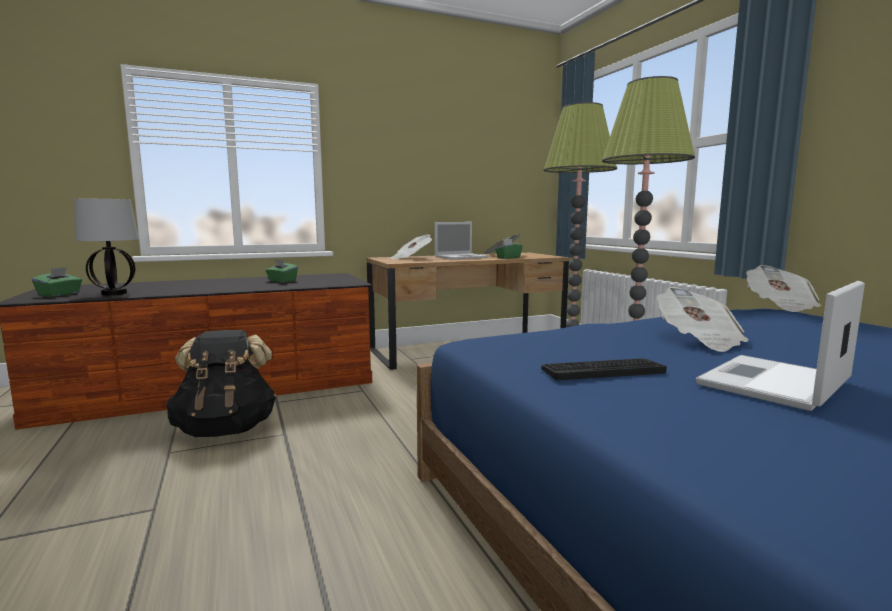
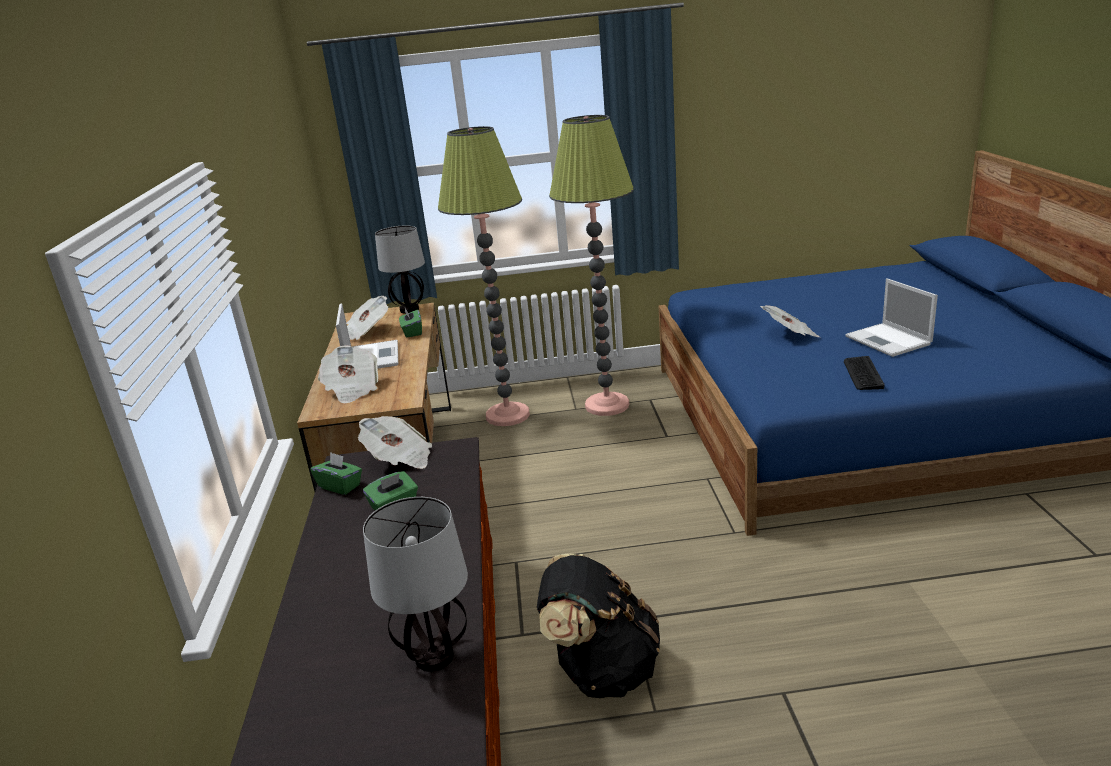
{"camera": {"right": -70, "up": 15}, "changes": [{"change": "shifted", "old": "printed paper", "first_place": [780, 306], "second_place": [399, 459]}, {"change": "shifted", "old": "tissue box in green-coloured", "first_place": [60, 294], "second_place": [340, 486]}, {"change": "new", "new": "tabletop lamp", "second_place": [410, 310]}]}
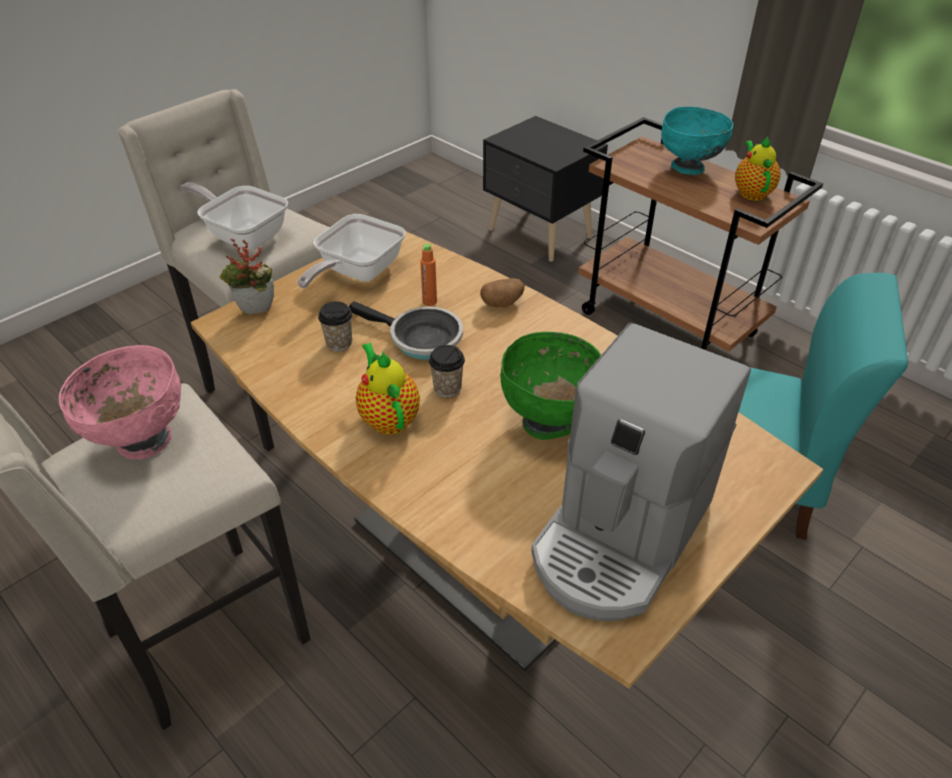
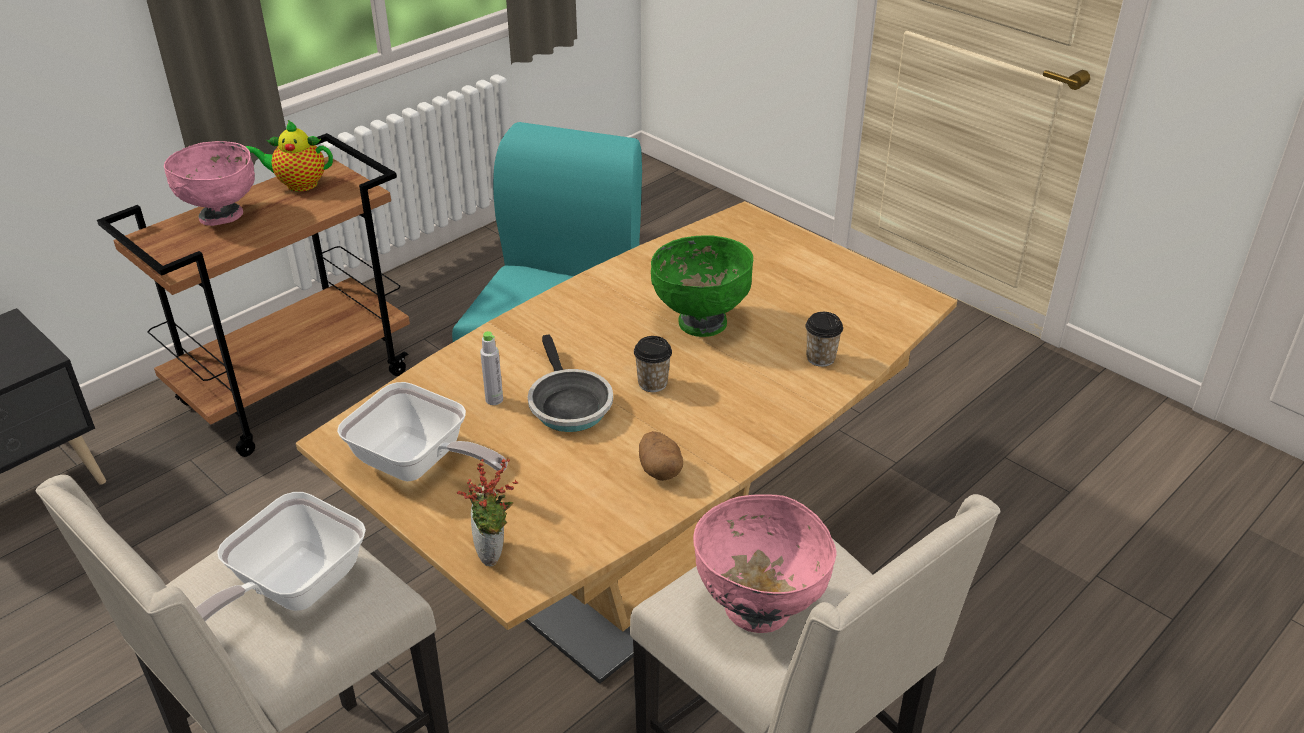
{"camera": {"right": -90, "up": -5}, "changes": [{"change": "repainted", "old": "serving bowl in blue-green", "new": "serving bowl in pink", "first_place": [688, 168], "second_place": [222, 216]}, {"change": "repainted", "old": "beverage bottle in orange", "new": "beverage bottle in greyish", "first_place": [429, 301], "second_place": [494, 399]}, {"change": "shifted", "old": "spud", "first_place": [502, 303], "second_place": [660, 470]}, {"change": "shifted", "old": "small cup", "first_place": [339, 343], "second_place": [820, 358]}, {"change": "rotated", "old": "skillet", "first_place": [420, 339], "second_place": [568, 404], "degrees": 135}, {"change": "gone", "old": "coffee brewer", "first_place": [620, 536]}, {"change": "gone", "old": "teapot", "first_place": [388, 417]}]}
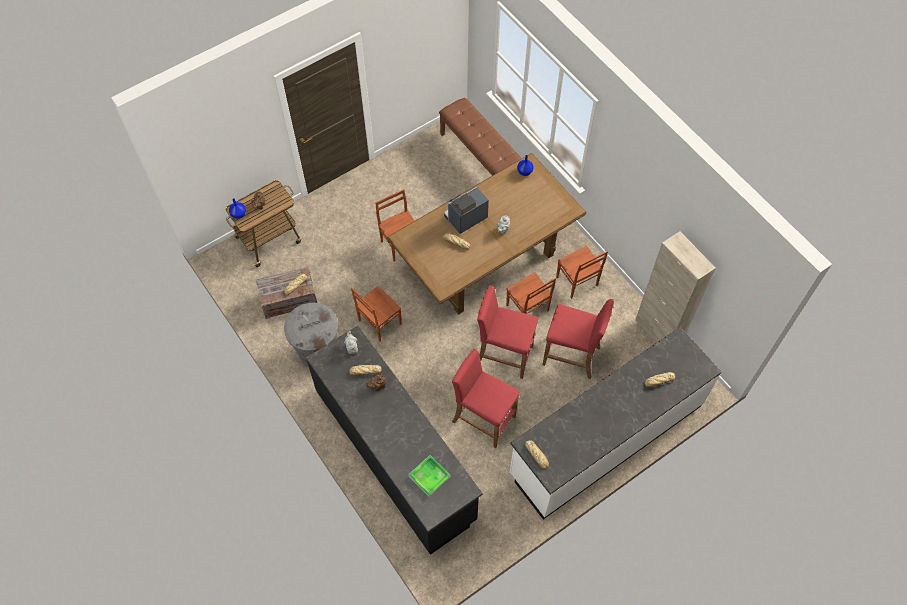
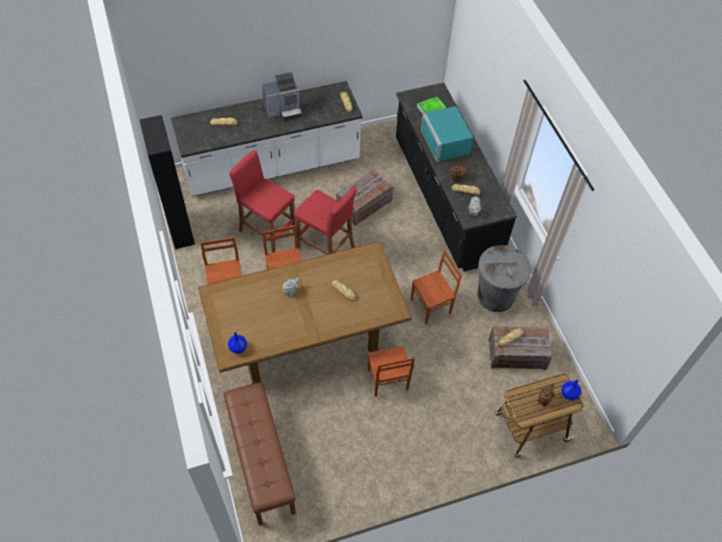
{"camera": {"right": -165, "up": -5}, "changes": [{"change": "shifted", "old": "coffee brewer", "first_place": [465, 218], "second_place": [284, 110]}, {"change": "repainted", "old": "cupboard in beige", "new": "cupboard in black", "first_place": [658, 331], "second_place": [181, 229]}, {"change": "swapped", "old": "stool in red", "new": "crate", "first_place": [483, 419], "second_place": [364, 205]}, {"change": "new", "new": "microwave in blue-green", "second_place": [448, 142]}]}
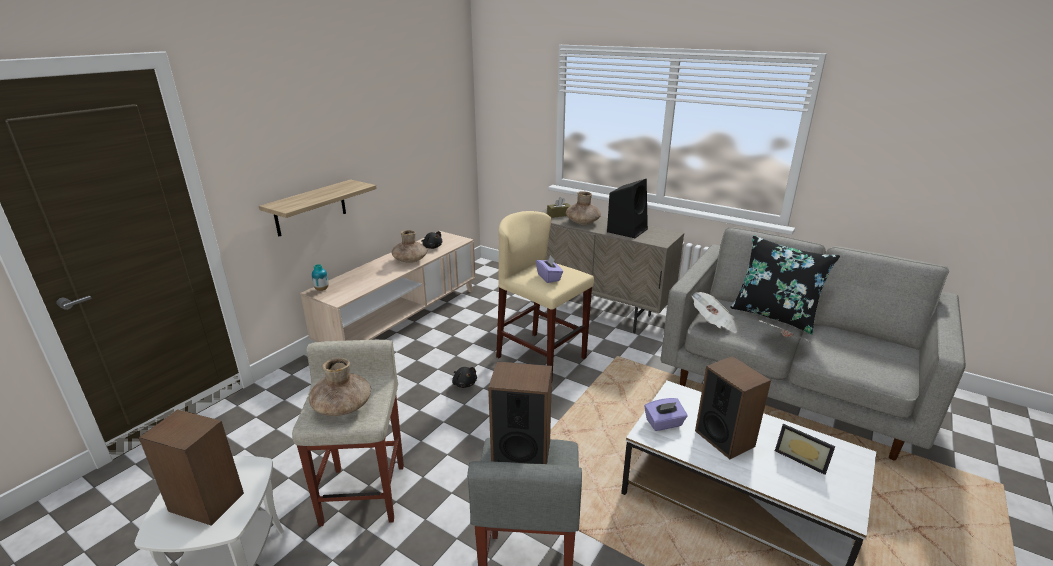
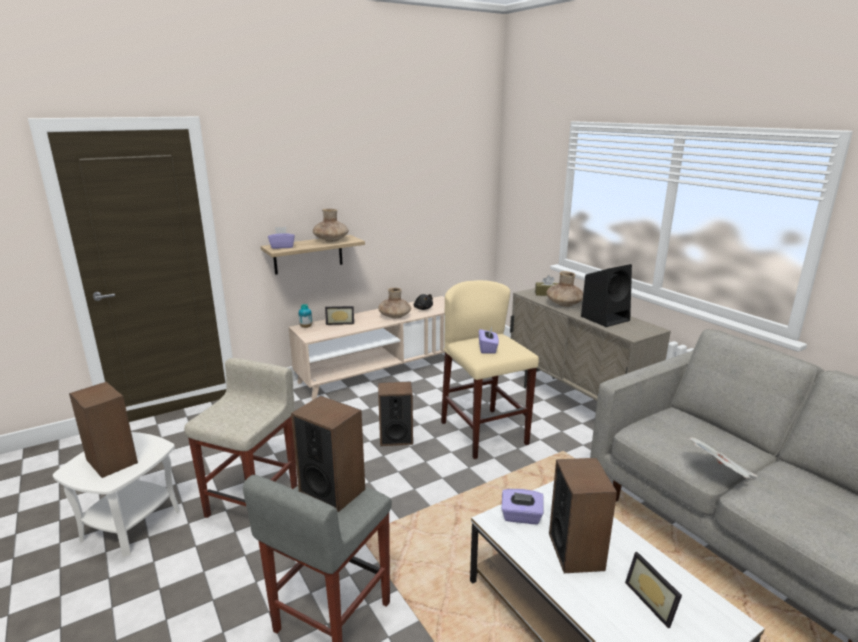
{"camera": {"right": 25, "up": -5}, "changes": [{"change": "gone", "old": "throw pillow in black", "first_place": [774, 315]}, {"change": "gone", "old": "printed paper", "first_place": [713, 323]}, {"change": "shifted", "old": "flower vase in brown-coloured", "first_place": [342, 407], "second_place": [331, 240]}, {"change": "swapped", "old": "plush toy in black", "new": "audio speaker", "first_place": [464, 383], "second_place": [396, 438]}, {"change": "new", "new": "tissue box in purplish", "second_place": [282, 247]}, {"change": "new", "new": "photo frame", "second_place": [340, 323]}]}
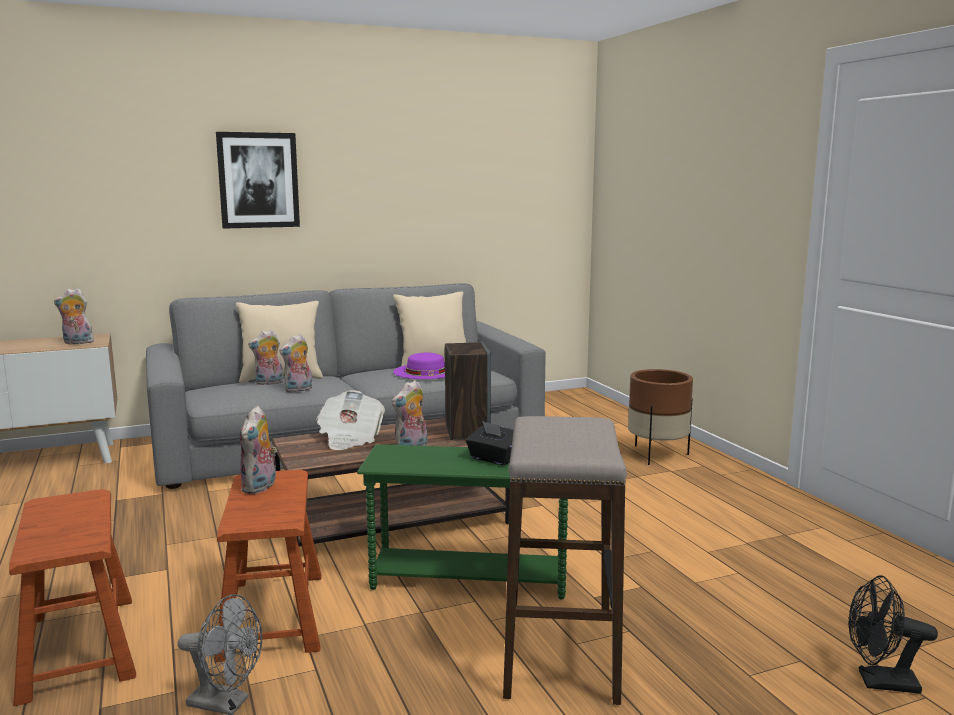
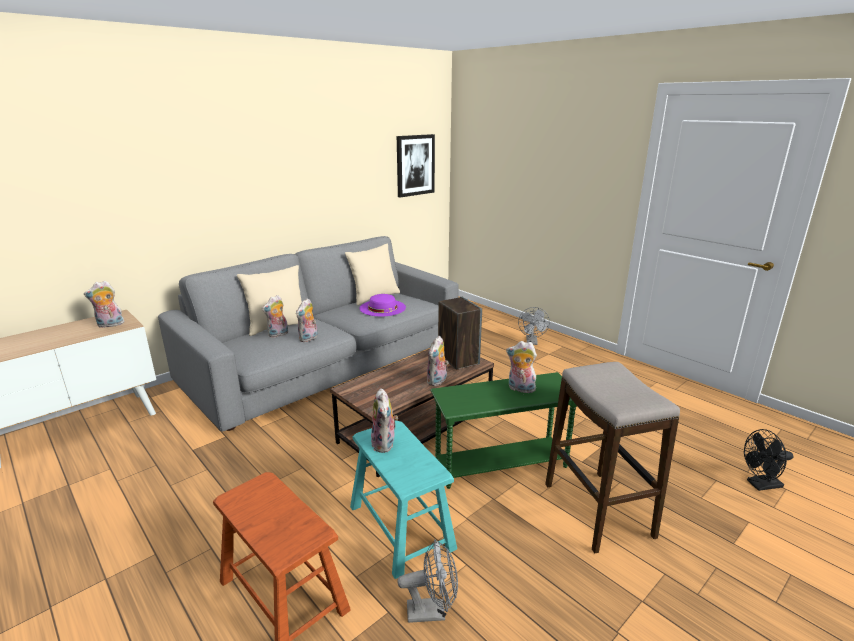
{"camera": {"right": -20, "up": 10}, "changes": [{"change": "shifted", "old": "picture", "first_place": [258, 180], "second_place": [415, 165]}, {"change": "swapped", "old": "planter in brown-coloured", "new": "fan in greyish", "first_place": [657, 455], "second_place": [532, 342]}, {"change": "gone", "old": "printed paper", "first_place": [350, 438]}, {"change": "swapped", "old": "tissue box in black", "new": "plush toy", "first_place": [493, 459], "second_place": [520, 389]}, {"change": "repainted", "old": "stool in brown-coloured", "new": "stool in blue-green", "first_place": [273, 615], "second_place": [401, 527]}]}
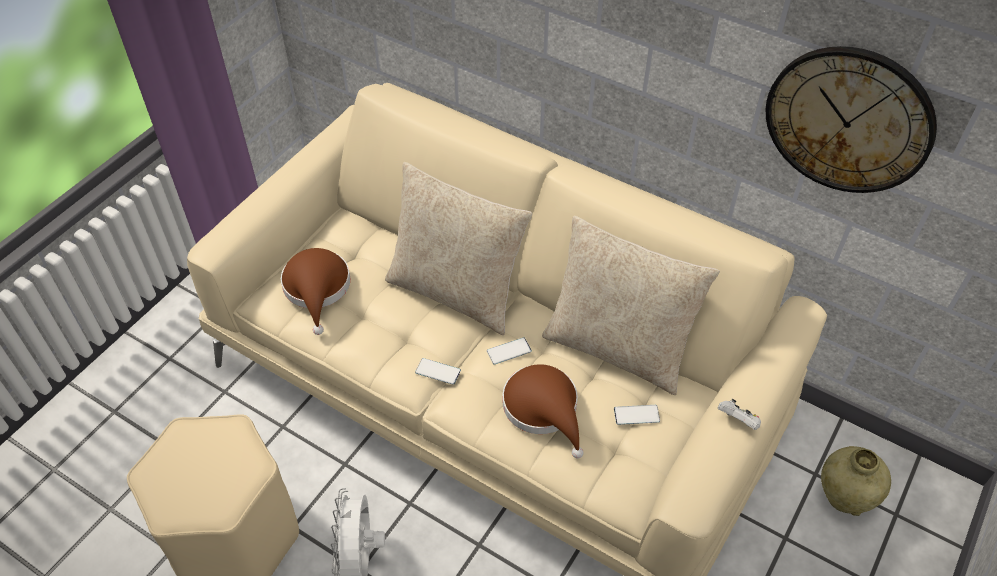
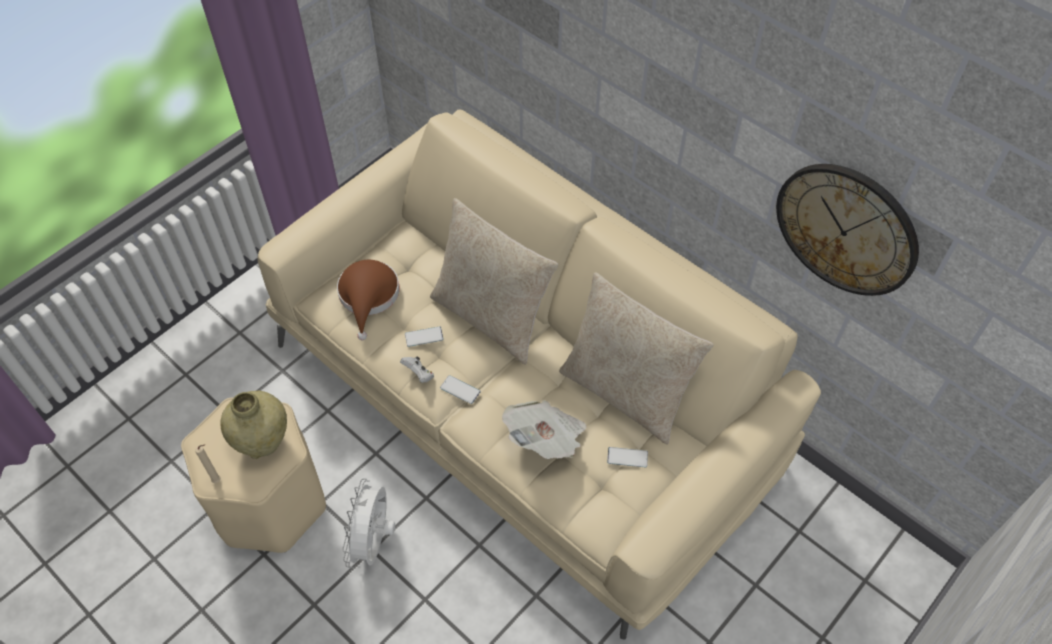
{"camera": {"right": 10, "up": 5}, "changes": [{"change": "shifted", "old": "phone", "first_place": [509, 351], "second_place": [424, 337]}, {"change": "swapped", "old": "hat in brown-coloured", "new": "printed paper", "first_place": [544, 409], "second_place": [546, 439]}, {"change": "shifted", "old": "gamepad in whitish", "first_place": [738, 421], "second_place": [419, 374]}, {"change": "shifted", "old": "flower vase in beige", "first_place": [844, 498], "second_place": [263, 441]}, {"change": "new", "new": "candle in beige", "second_place": [218, 480]}]}
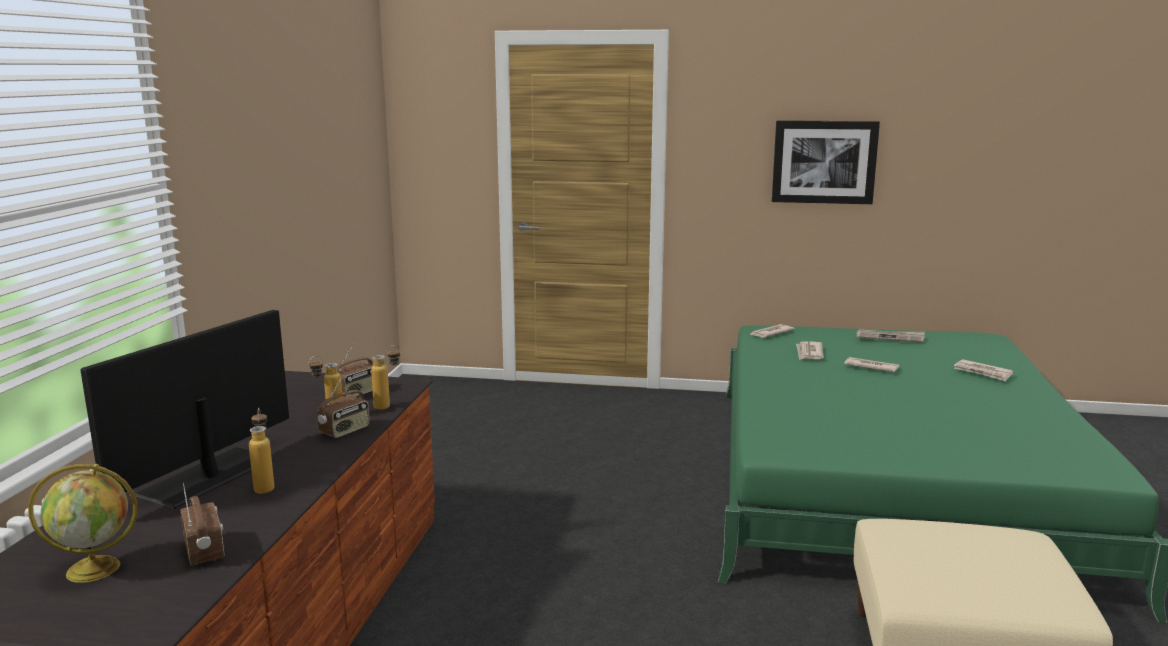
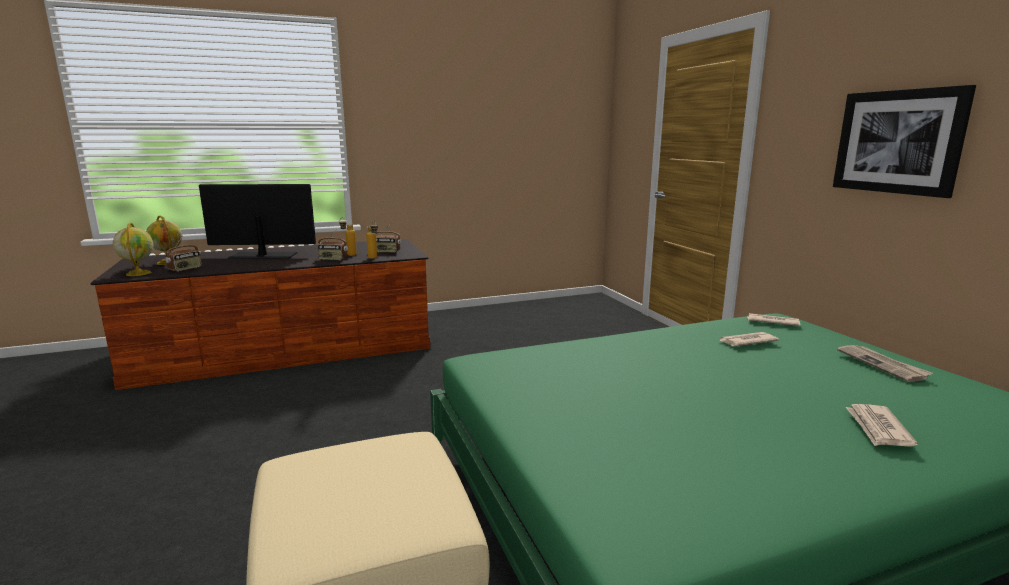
{"camera": {"right": 60, "up": 0}, "changes": [{"change": "gone", "old": "printed paper", "first_place": [870, 367]}, {"change": "gone", "old": "beverage bottle", "first_place": [265, 486]}, {"change": "new", "new": "globe", "second_place": [138, 273]}]}
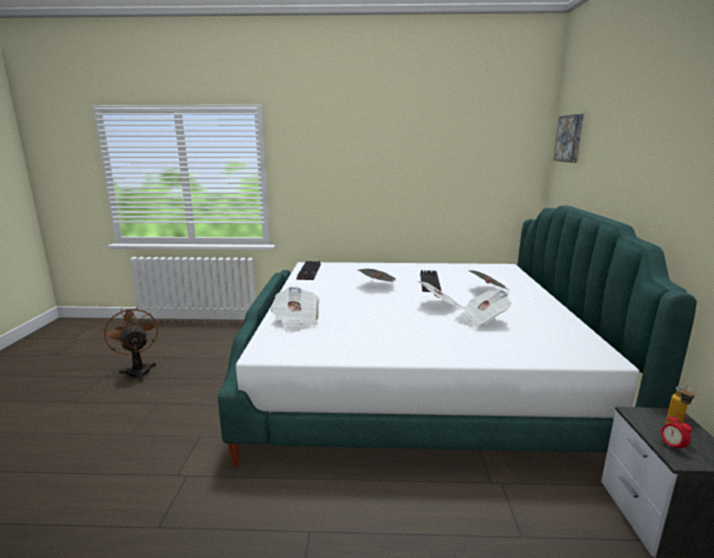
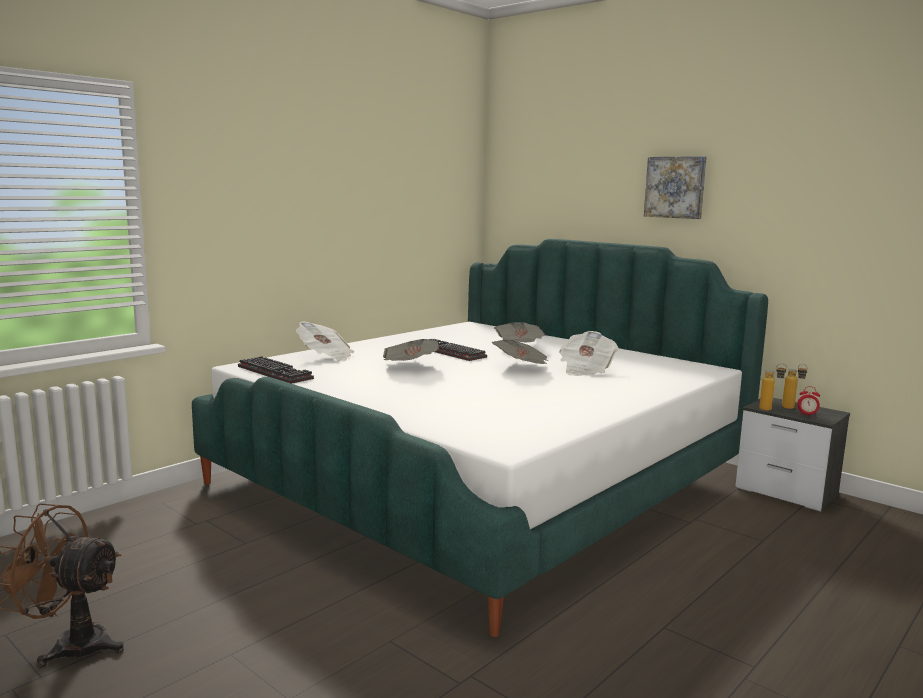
{"camera": {"right": -50, "up": -5}, "changes": [{"change": "shifted", "old": "picture", "first_place": [570, 138], "second_place": [675, 187]}, {"change": "shifted", "old": "printed paper", "first_place": [296, 322], "second_place": [325, 356]}, {"change": "new", "new": "beverage bottle", "second_place": [770, 409]}]}
